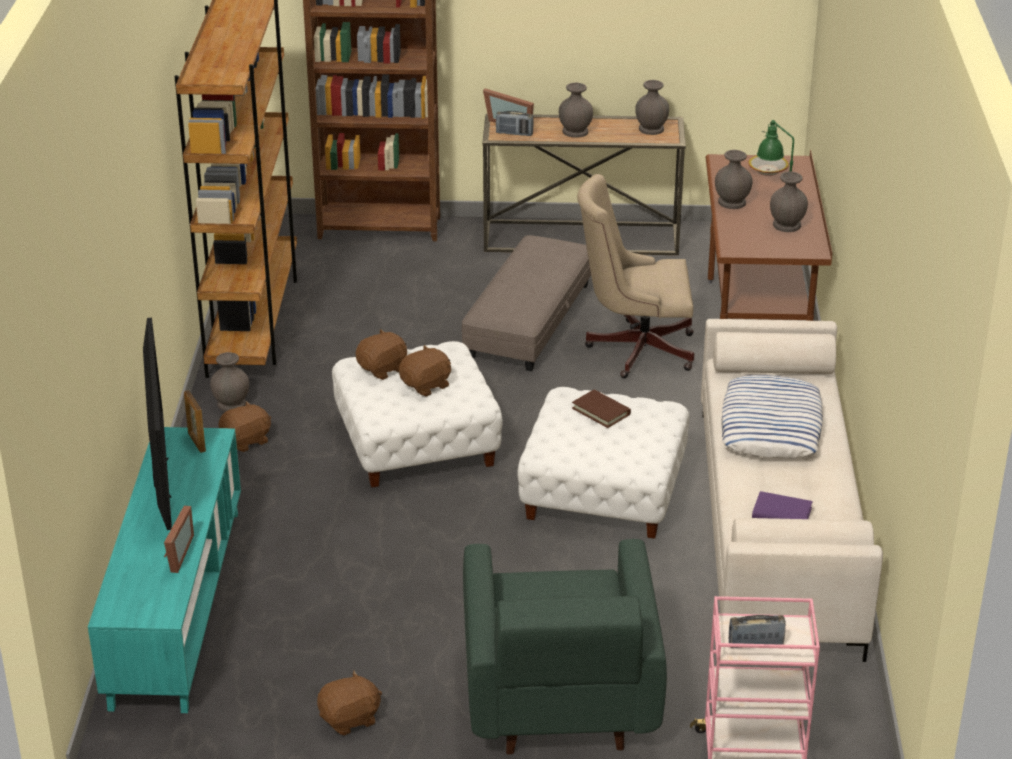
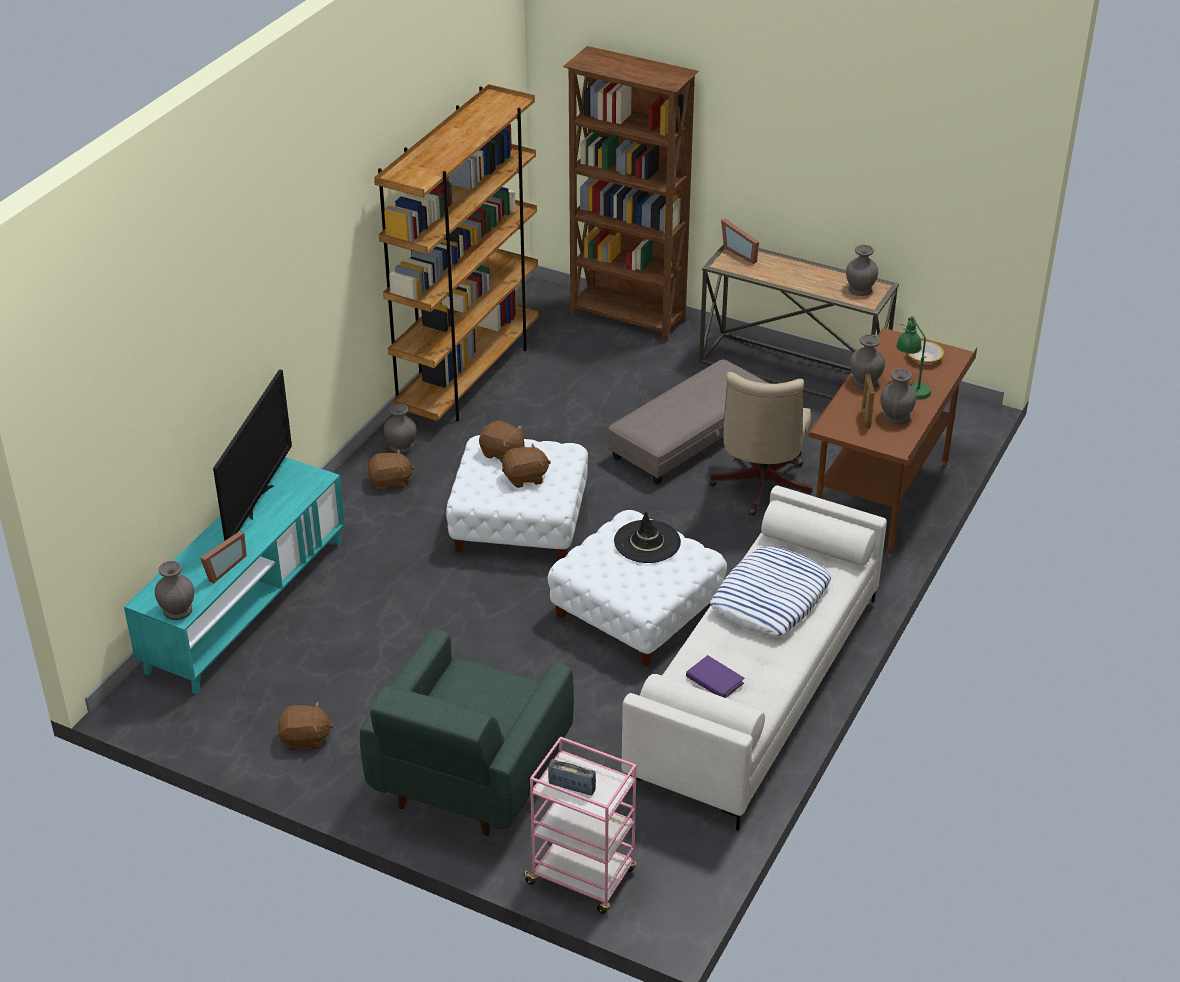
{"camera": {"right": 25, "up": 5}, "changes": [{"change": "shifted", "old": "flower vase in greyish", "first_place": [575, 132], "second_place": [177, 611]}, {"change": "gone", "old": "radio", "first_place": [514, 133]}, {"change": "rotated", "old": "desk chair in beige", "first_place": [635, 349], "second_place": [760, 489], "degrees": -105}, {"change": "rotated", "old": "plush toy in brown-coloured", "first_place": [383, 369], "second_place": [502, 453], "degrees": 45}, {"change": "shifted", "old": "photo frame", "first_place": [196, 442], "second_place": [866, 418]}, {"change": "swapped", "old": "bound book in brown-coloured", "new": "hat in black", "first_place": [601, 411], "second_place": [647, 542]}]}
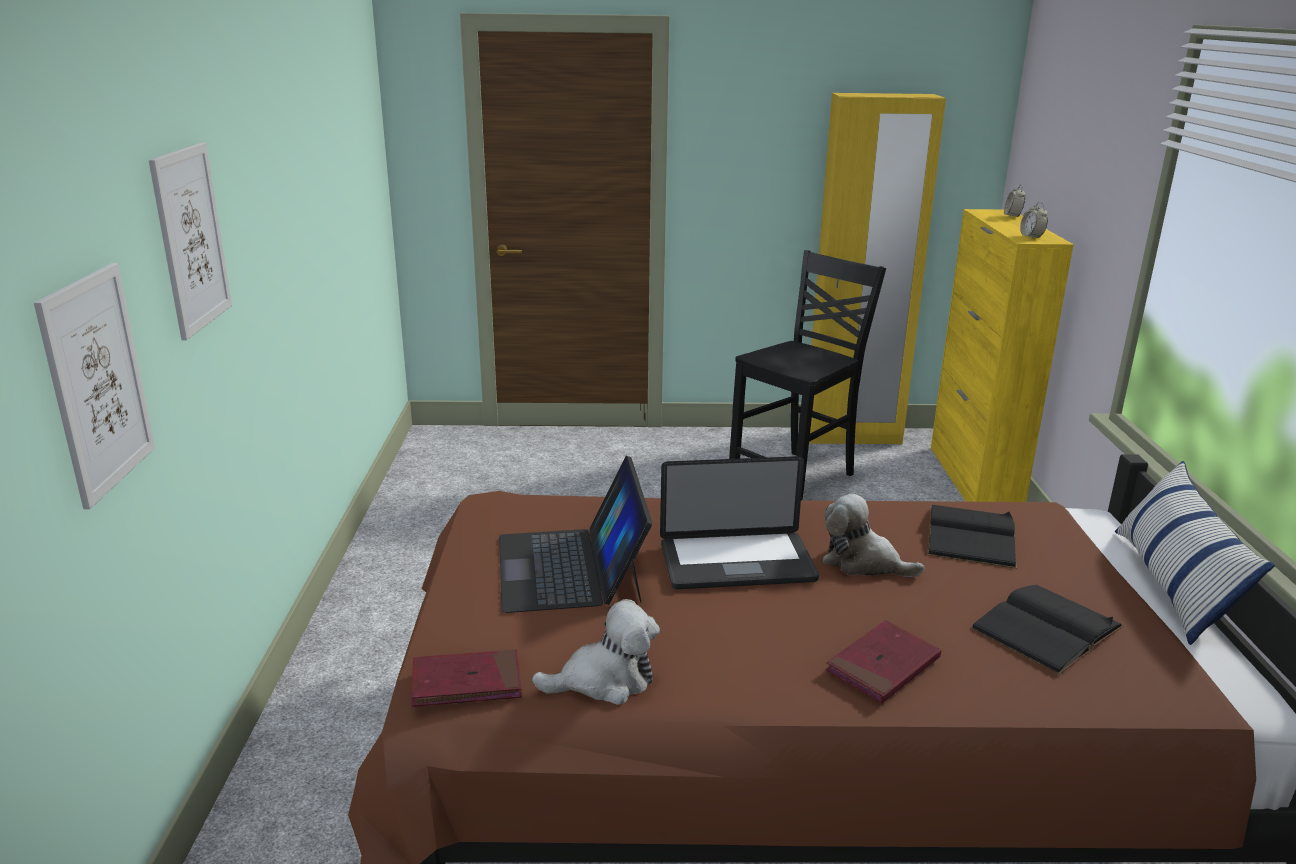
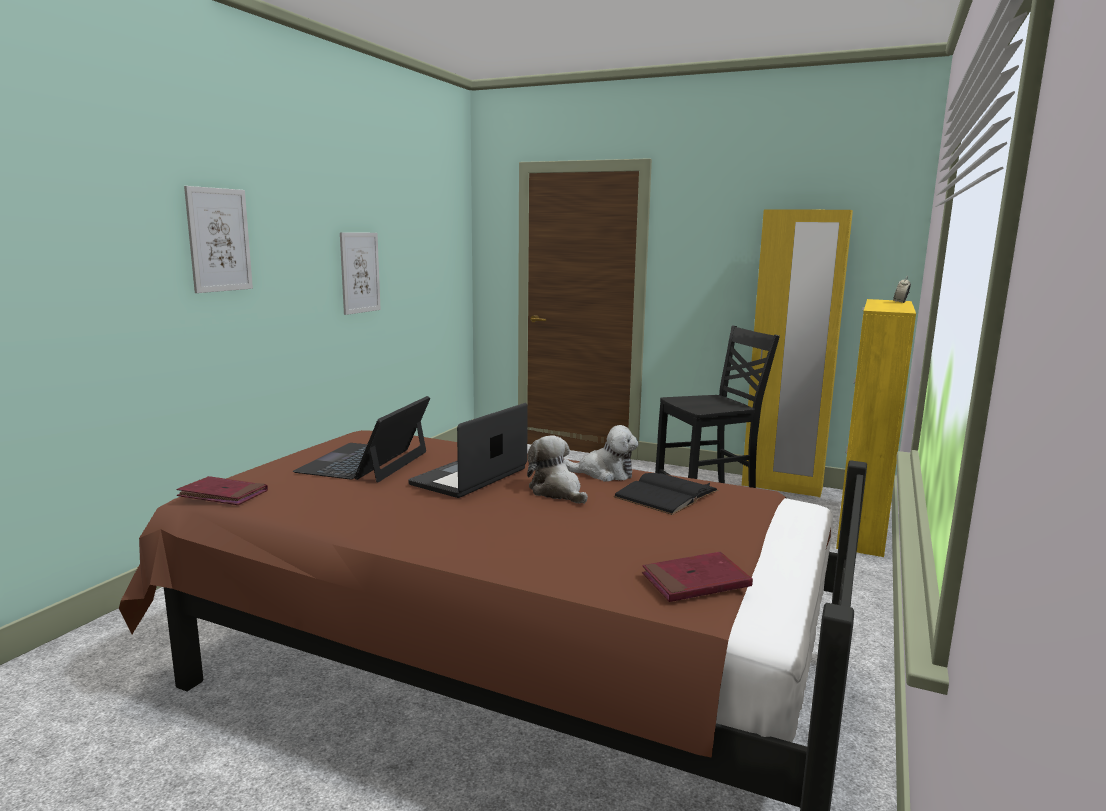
{"camera": {"right": 25, "up": -10}, "changes": [{"change": "gone", "old": "alarm clock", "first_place": [1031, 237]}, {"change": "shifted", "old": "picture", "first_place": [97, 383], "second_place": [360, 272]}, {"change": "rotated", "old": "notebook computer", "first_place": [737, 563], "second_place": [469, 477], "degrees": 105}, {"change": "gone", "old": "throw pillow", "first_place": [1173, 585]}, {"change": "gone", "old": "bound book in black", "first_place": [1046, 628]}, {"change": "shifted", "old": "plush toy", "first_place": [604, 681], "second_place": [604, 473]}, {"change": "shifted", "old": "bound book in red", "first_place": [883, 666], "second_place": [695, 581]}]}
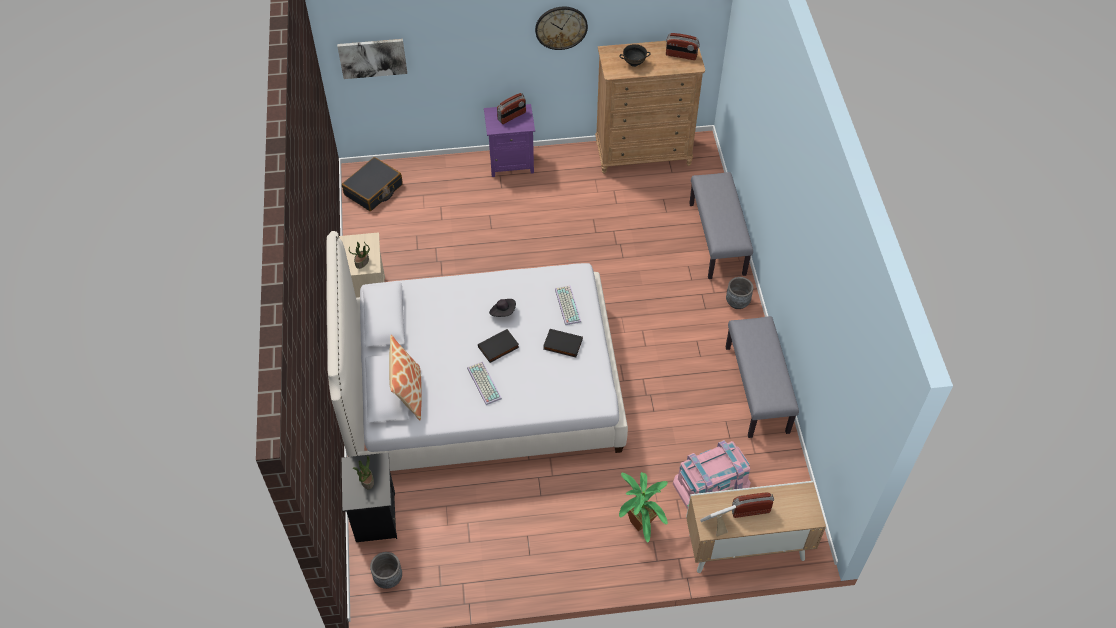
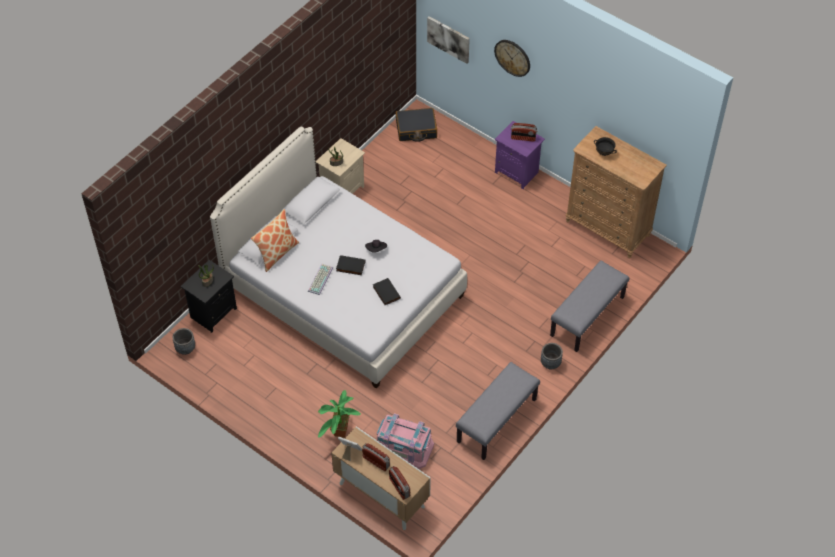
{"camera": {"right": 45, "up": 0}, "changes": [{"change": "shifted", "old": "wall clock", "first_place": [561, 27], "second_place": [512, 57]}, {"change": "shifted", "old": "radio", "first_place": [681, 55], "second_place": [399, 487]}, {"change": "gone", "old": "computer keyboard", "first_place": [566, 305]}]}
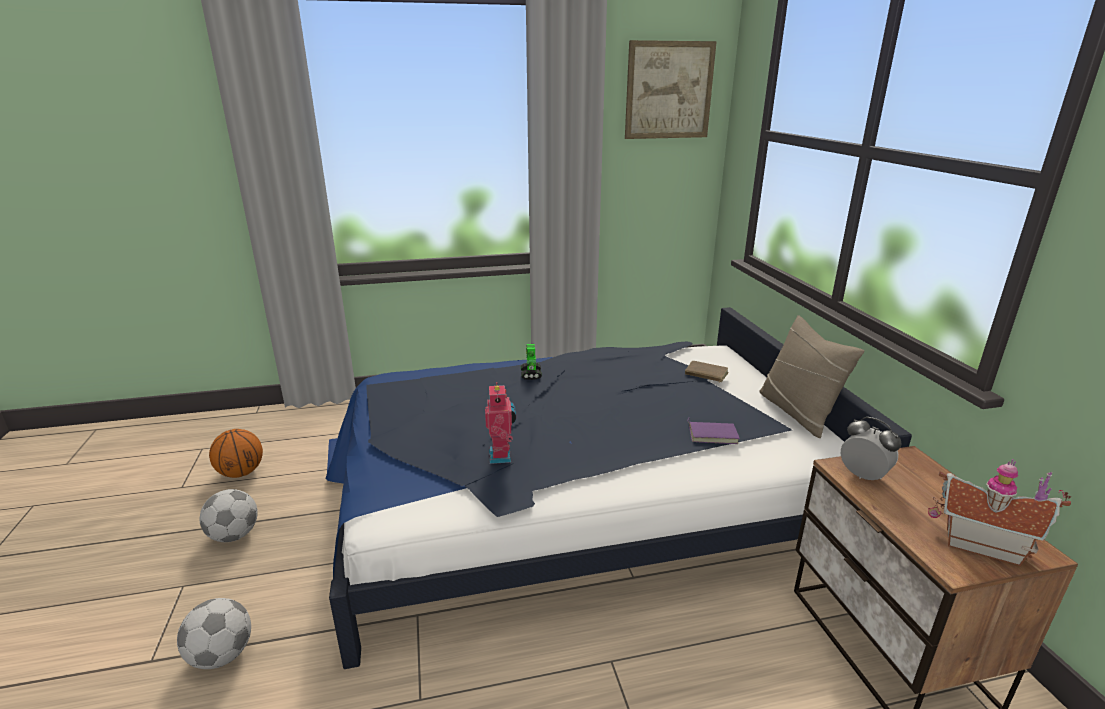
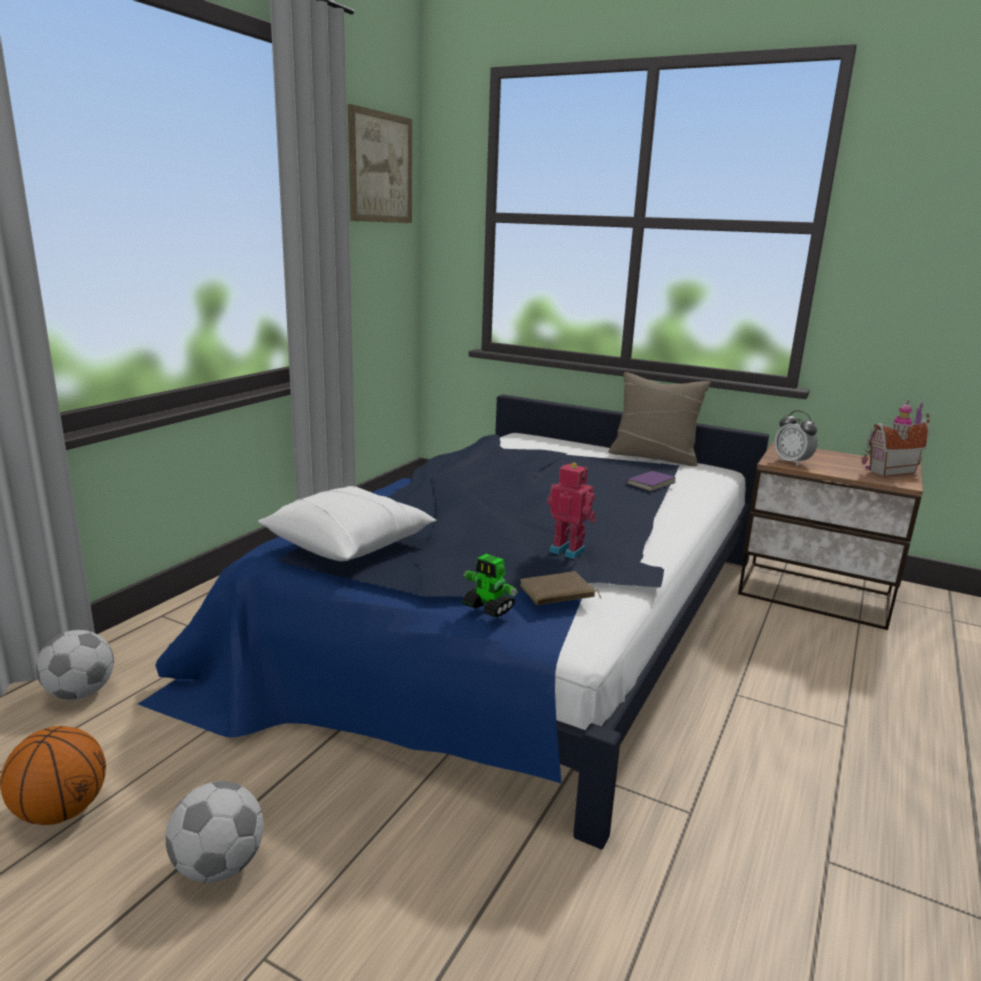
{"camera": {"right": -50, "up": -5}, "changes": [{"change": "shifted", "old": "robot figure", "first_place": [531, 375], "second_place": [488, 608]}, {"change": "shifted", "old": "bound book in brown-coloured", "first_place": [705, 374], "second_place": [557, 593]}, {"change": "rotated", "old": "alarm clock", "first_place": [863, 476], "second_place": [792, 462], "degrees": -120}, {"change": "shifted", "old": "football", "first_place": [221, 655], "second_place": [80, 693]}, {"change": "new", "new": "throw pillow in whitish", "second_place": [349, 543]}]}
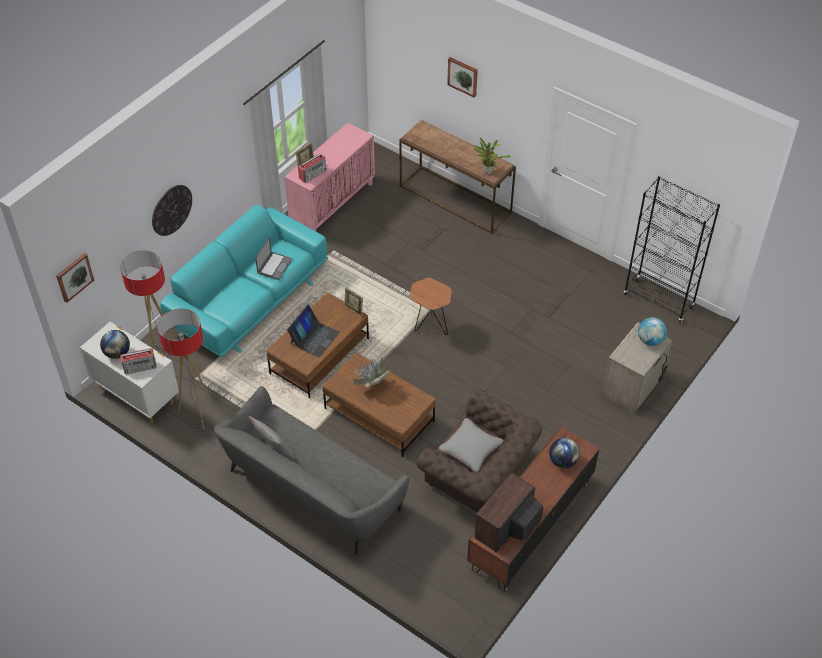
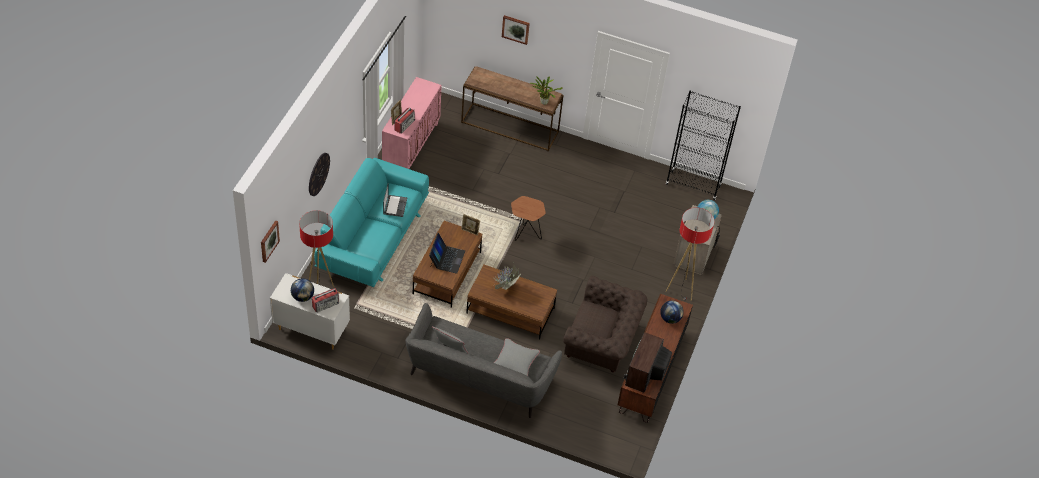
{"camera": {"right": -20, "up": 0}, "changes": [{"change": "shifted", "old": "standard lamp", "first_place": [198, 414], "second_place": [681, 290]}, {"change": "shifted", "old": "throw pillow in greyish", "first_place": [470, 448], "second_place": [515, 361]}]}
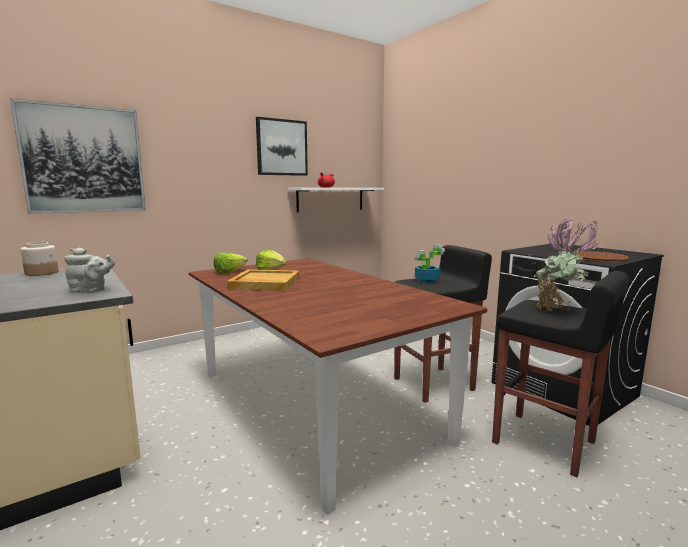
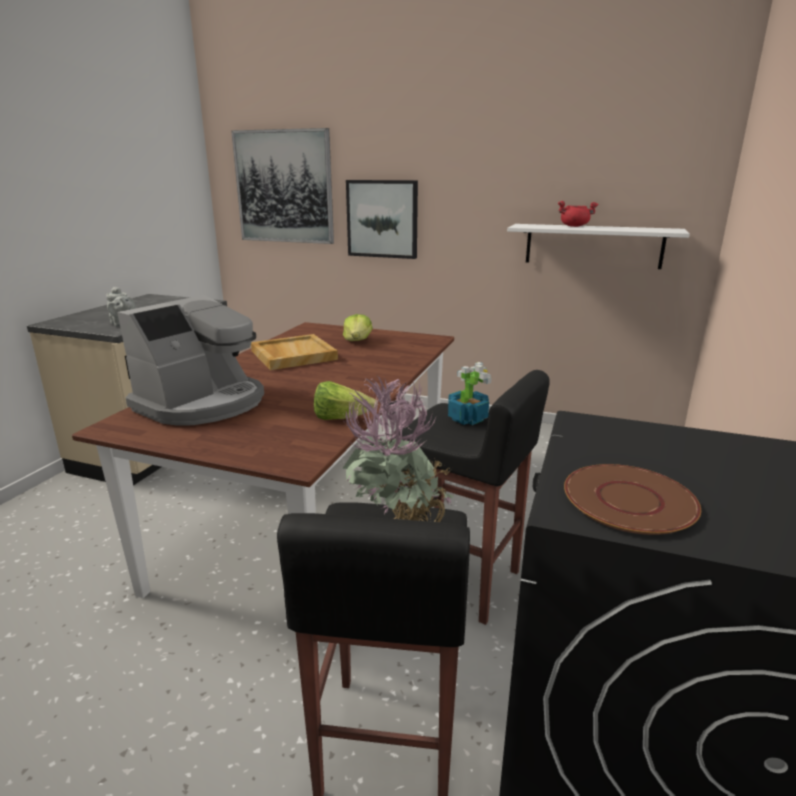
{"camera": {"right": 55, "up": 10}, "changes": [{"change": "shifted", "old": "picture", "first_place": [281, 147], "second_place": [382, 219]}, {"change": "gone", "old": "storage jar", "first_place": [42, 273]}, {"change": "shifted", "old": "lettuce", "first_place": [229, 272], "second_place": [341, 418]}, {"change": "new", "new": "coffee brewer", "second_place": [202, 403]}]}
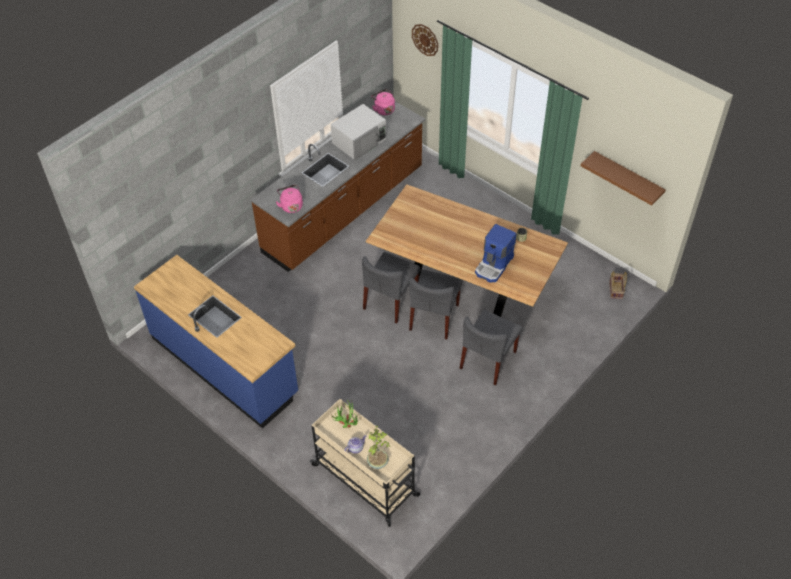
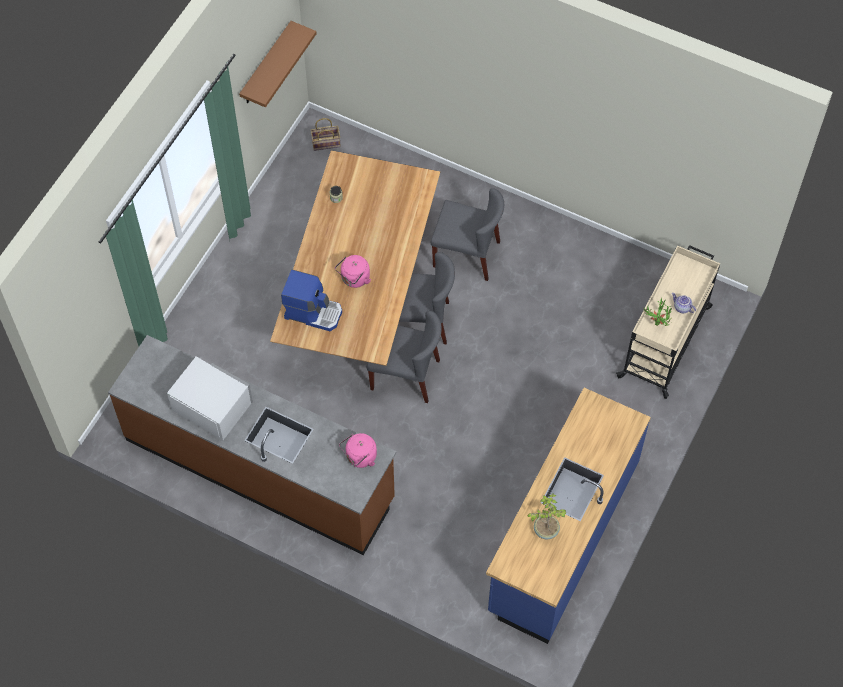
{"camera": {"right": -105, "up": 10}, "changes": [{"change": "gone", "old": "wall clock", "first_place": [425, 39]}, {"change": "shifted", "old": "water kettle in pink", "first_place": [383, 109], "second_place": [354, 279]}, {"change": "shifted", "old": "coffee brewer", "first_place": [494, 265], "second_place": [313, 312]}, {"change": "shifted", "old": "plant in a pot", "first_place": [378, 462], "second_place": [545, 529]}]}
